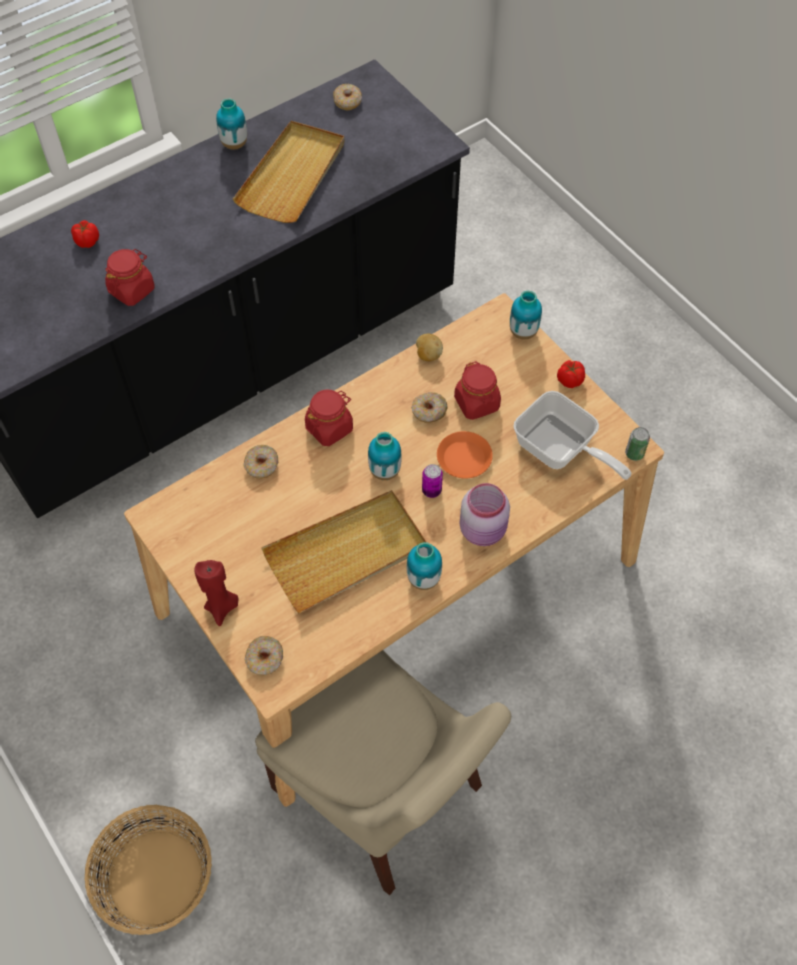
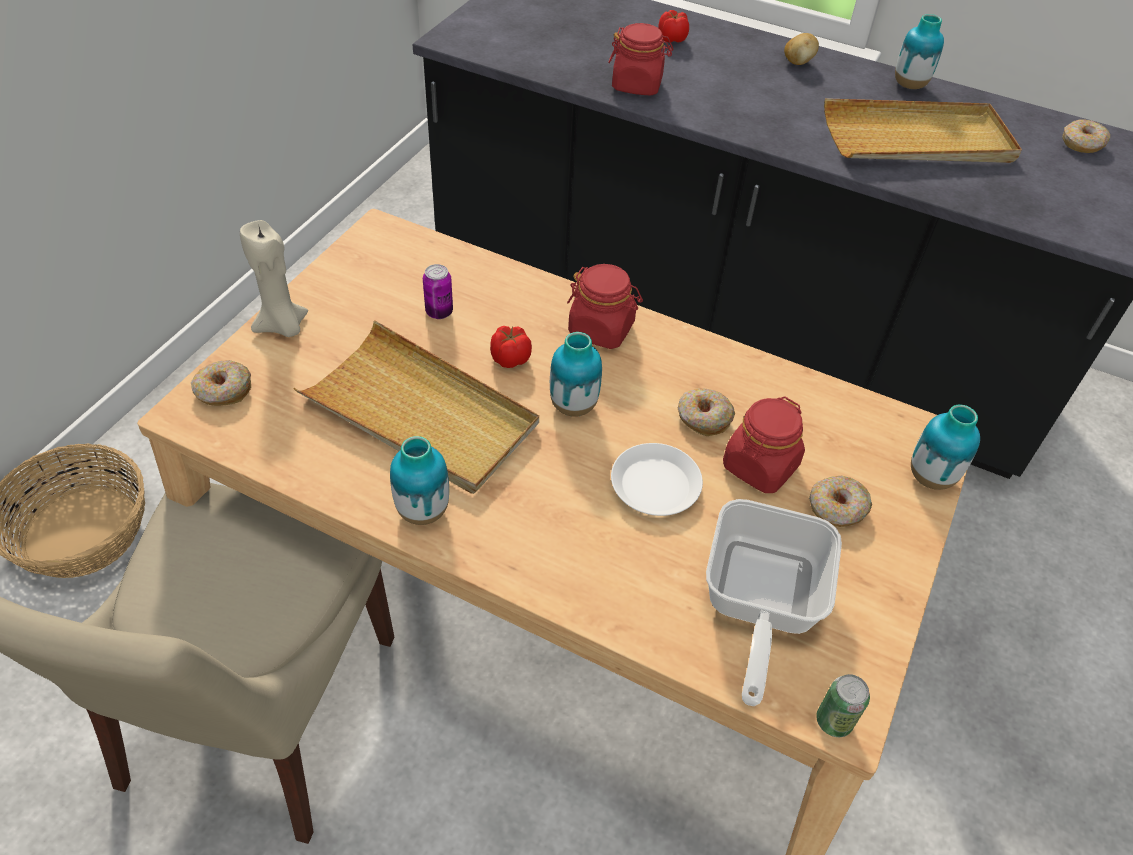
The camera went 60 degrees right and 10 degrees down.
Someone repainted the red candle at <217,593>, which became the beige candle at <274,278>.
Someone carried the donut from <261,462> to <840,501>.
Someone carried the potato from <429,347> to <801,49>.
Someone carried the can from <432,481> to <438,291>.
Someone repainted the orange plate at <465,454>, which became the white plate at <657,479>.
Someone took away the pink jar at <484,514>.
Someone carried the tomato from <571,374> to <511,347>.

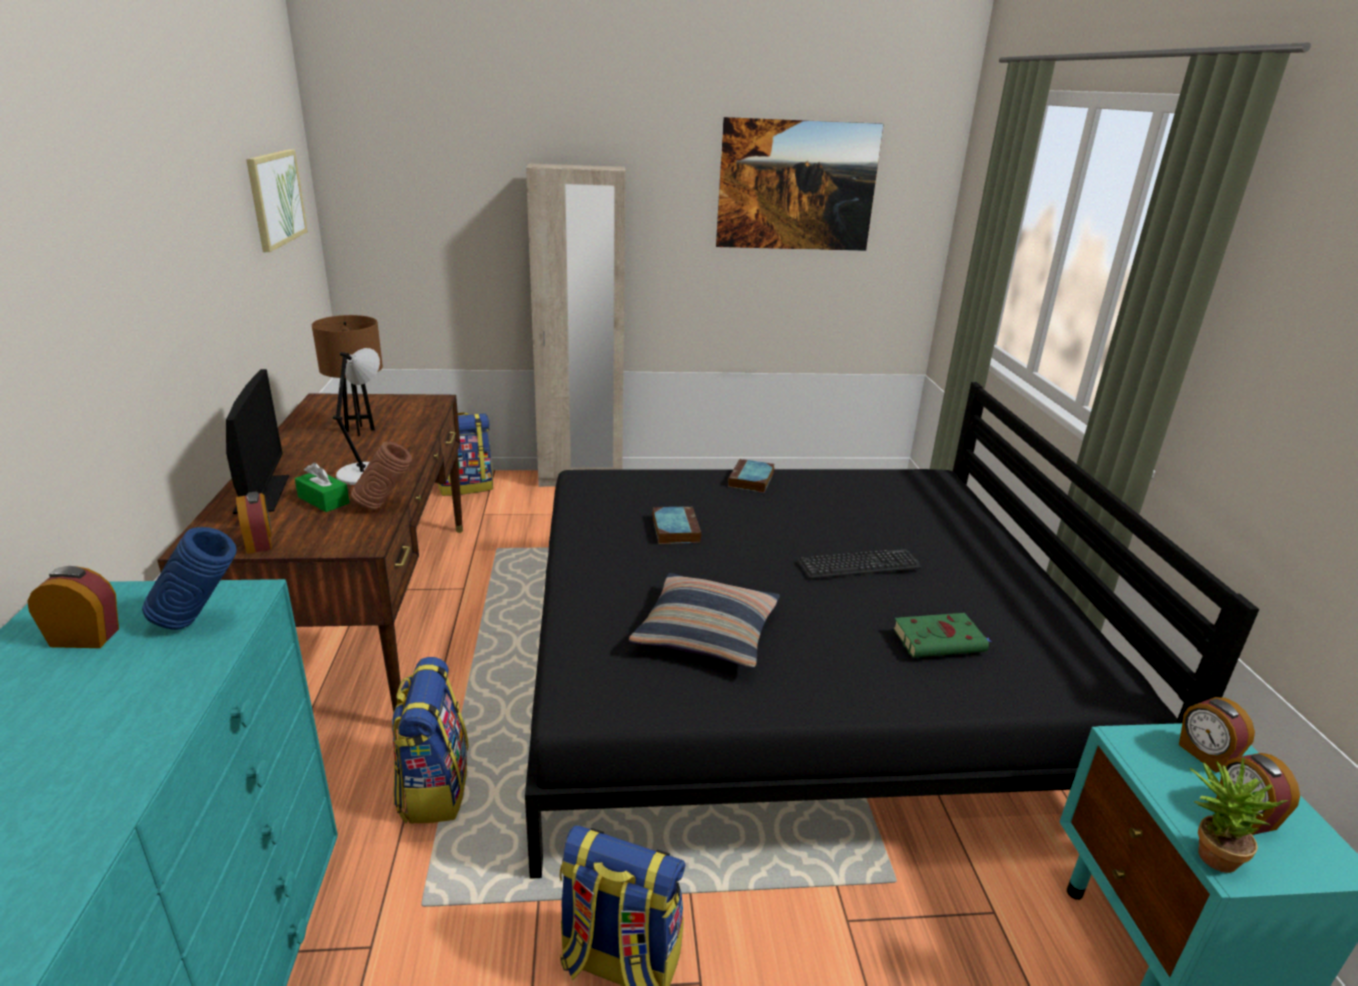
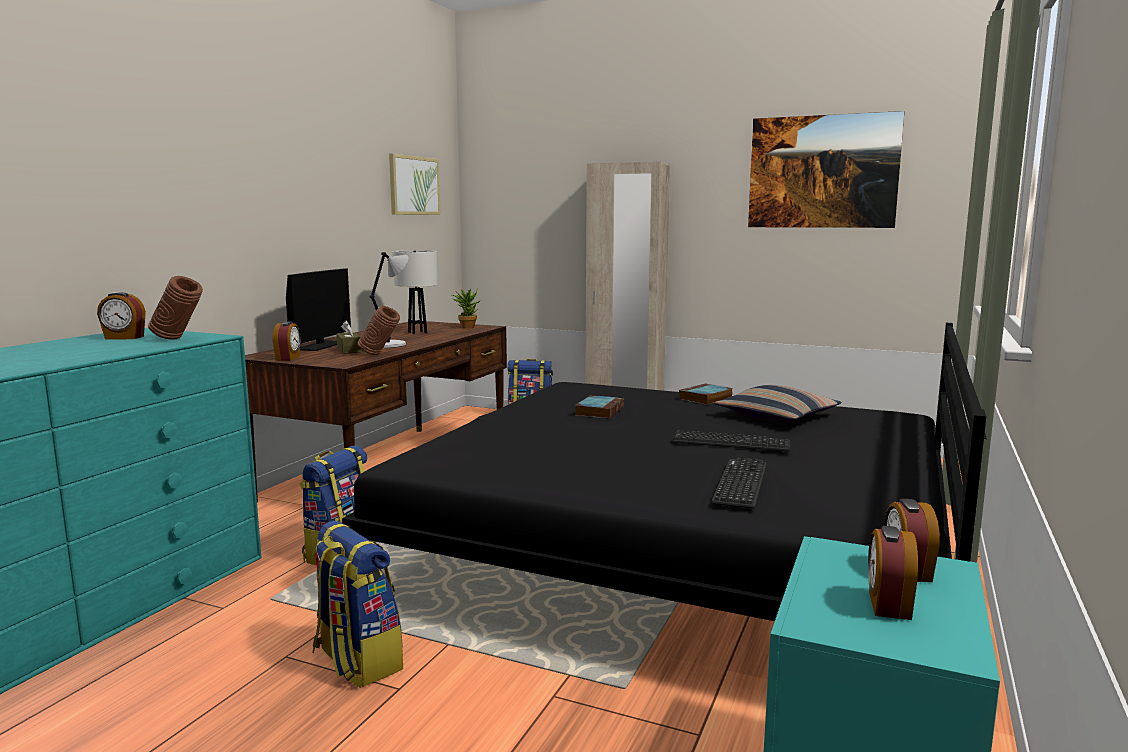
The camera went 30 degrees right and 15 degrees down.
Someone rotated the alarm clock at <73,607> by 150 degrees clockwise.
Someone repainted the blue vase at <189,578>, which became the brown vase at <175,308>.
Someone repainted the green tissue box at <322,487>, which became the brown tissue box at <349,337>.
Someone repainted the brown table lamp at <347,375>, which became the white table lamp at <415,292>.
Someone carried the pillow from <704,620> to <777,403>.
Someone swapped the green book at <942,635> for the keyboard at <739,483>.
Someone carried the potted plant from <1239,815> to <466,308>.

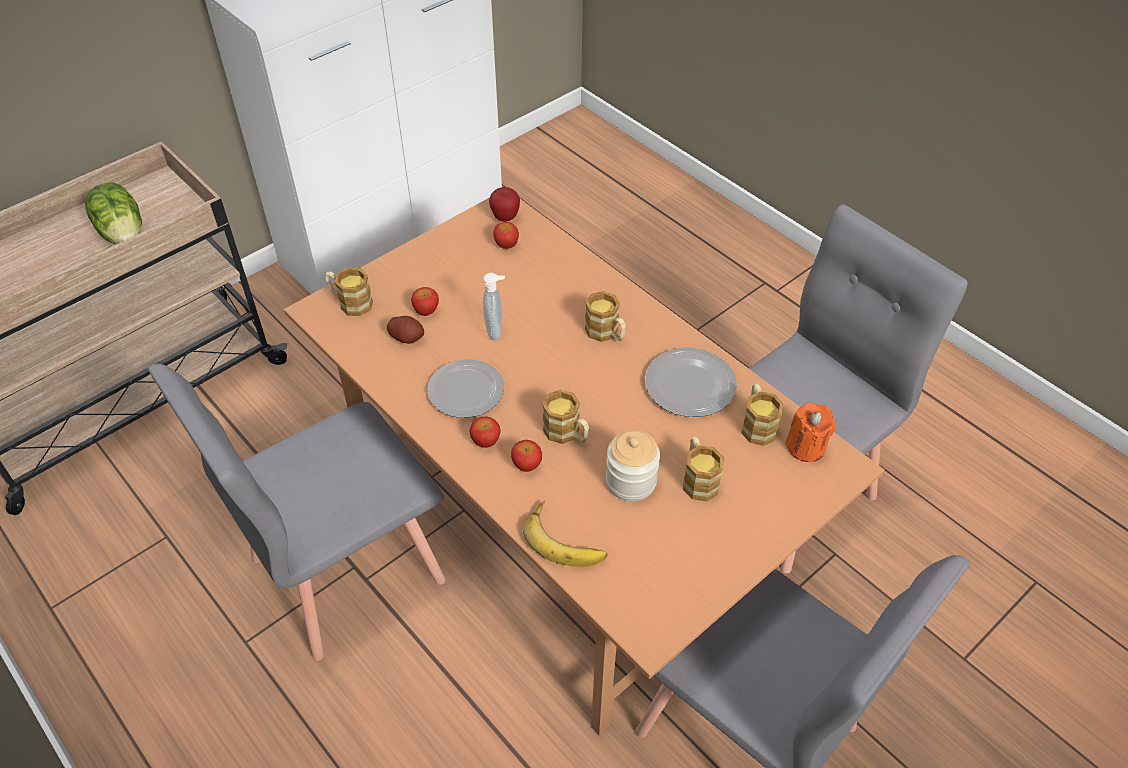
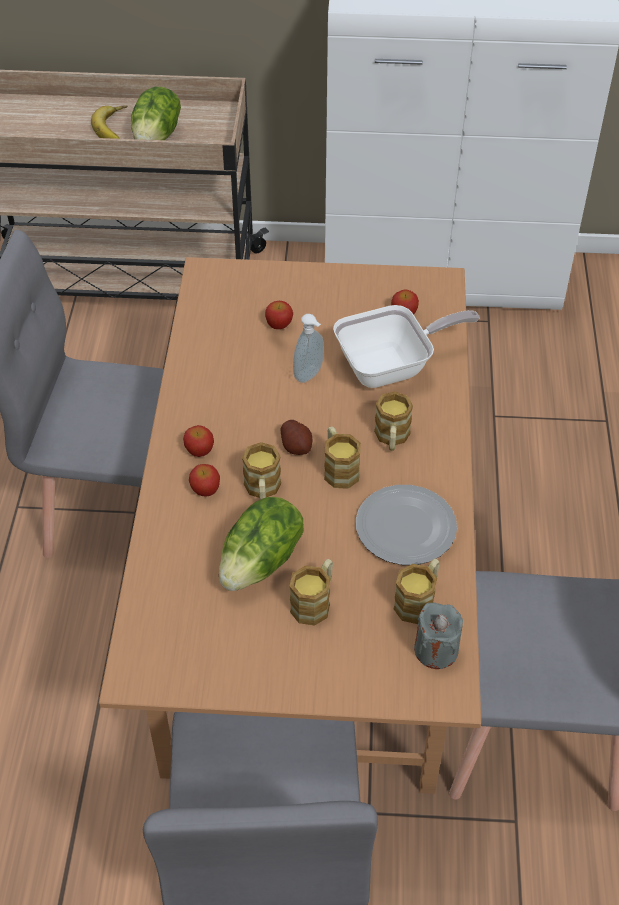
The camera went 45 degrees right and 0 degrees up.
Someone carried the mug from <349,292> to <342,457>.
Someone carried the potato from <405,330> to <296,437>.
Someone took away the plate at <465,388>.
Someone took away the apple at <504,204>.
Someone carried the banana from <565,533> to <109,122>.
Someone swapped the jar at <633,465> for the lettuce at <261,544>.
Someone repainted the orange candle at <810,432>, which became the grey candle at <438,636>.
Someone put down the frying pan at <406,346>.

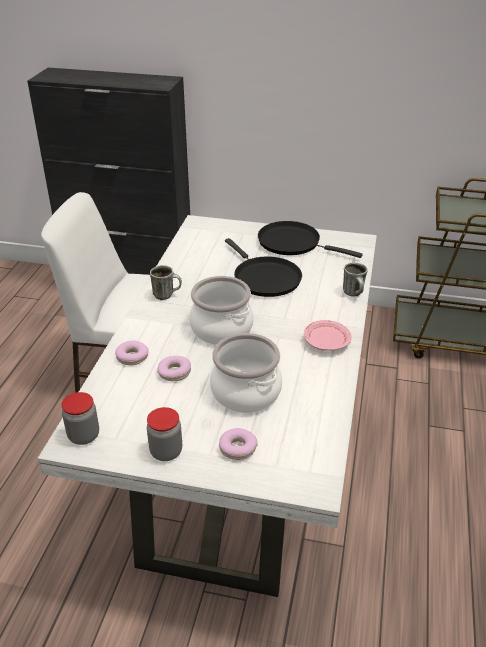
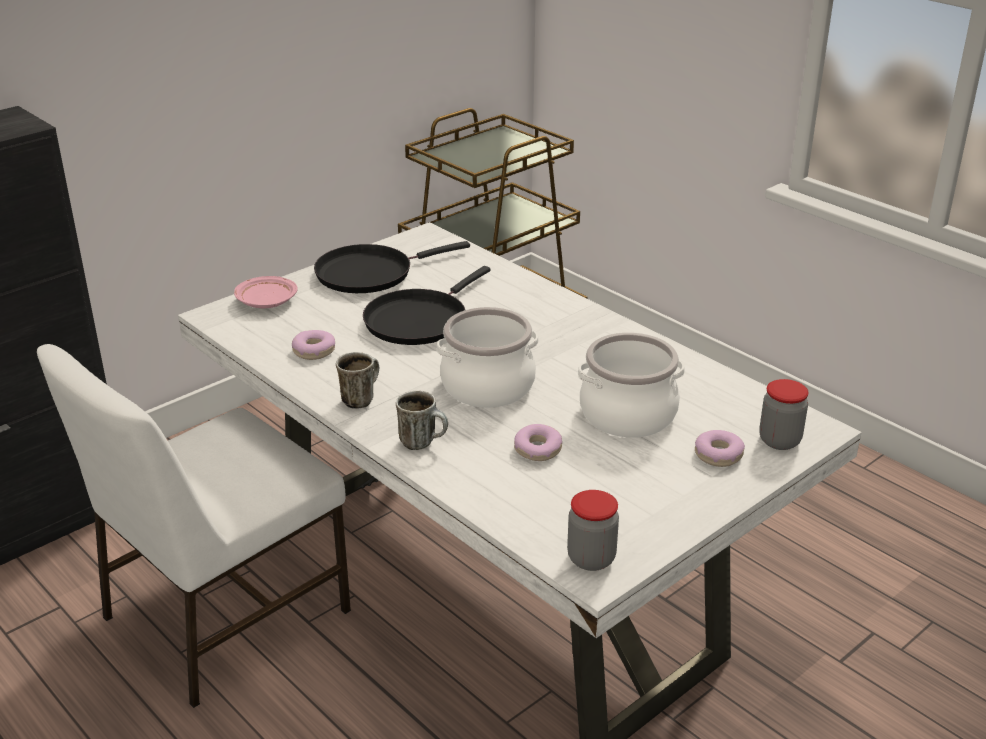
The camera went 55 degrees left and 5 degrees down.
Someone carried the donut from <132,352> to <313,345>.
Someone carried the jar from <164,434> to <784,414>.
Someone rotated the black frying pan at <263,267> by 120 degrees clockwise.
Someone carried the pink plate from <328,335> to <266,292>.
Someone carried the mug from <355,279> to <422,420>.

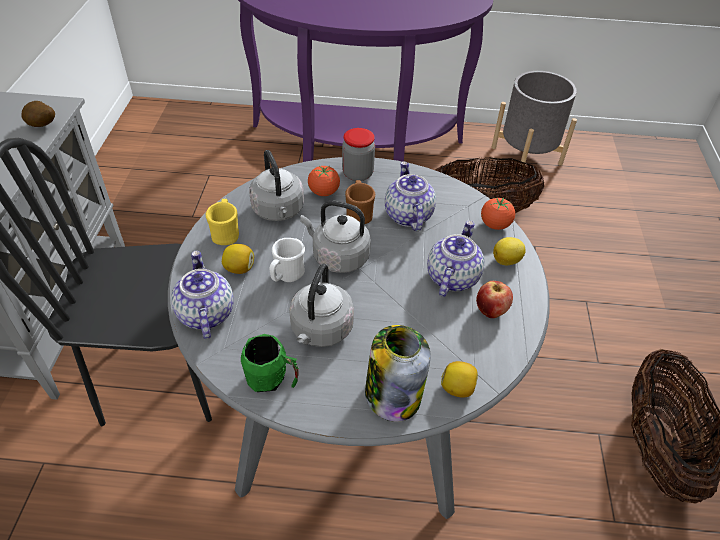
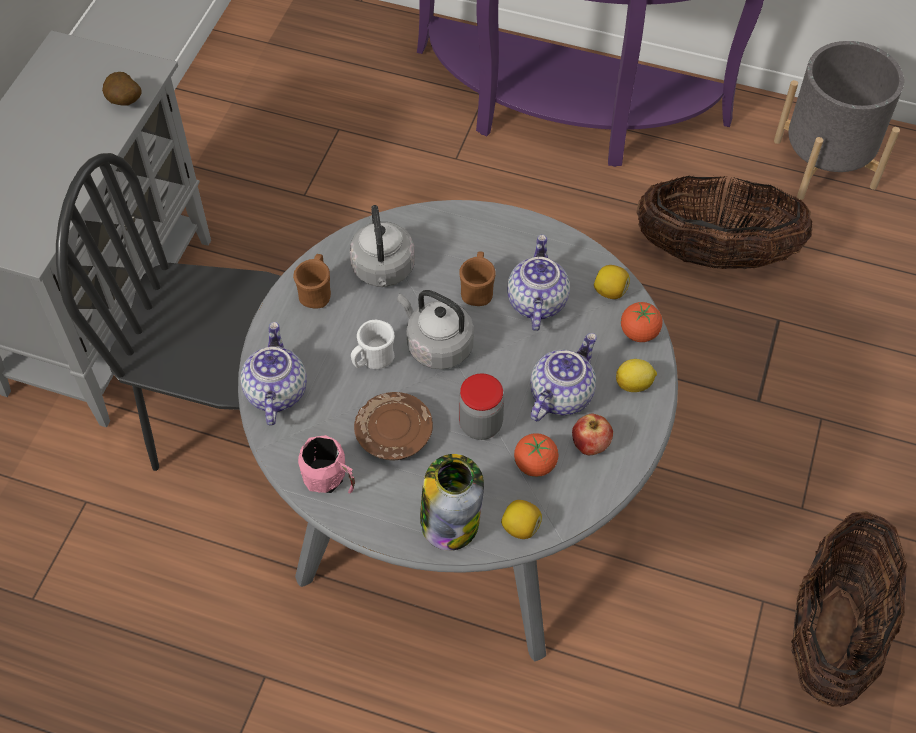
The camera went 15 degrees right and 10 degrees up.
Someone repainted the yellow mug at <222,222>, which became the brown mug at <312,281>.
Someone carried the lemon from <238,259> to <612,282>.
Someone repainted the green mug at <269,363>, which became the pink mug at <326,464>.
Someone swapped the grey kettle at <321,305> for the brown plate at <393,426>.
Someone carried the tomato from <324,181> to <536,455>.
Someone carried the jar from <358,154> to <481,407>.

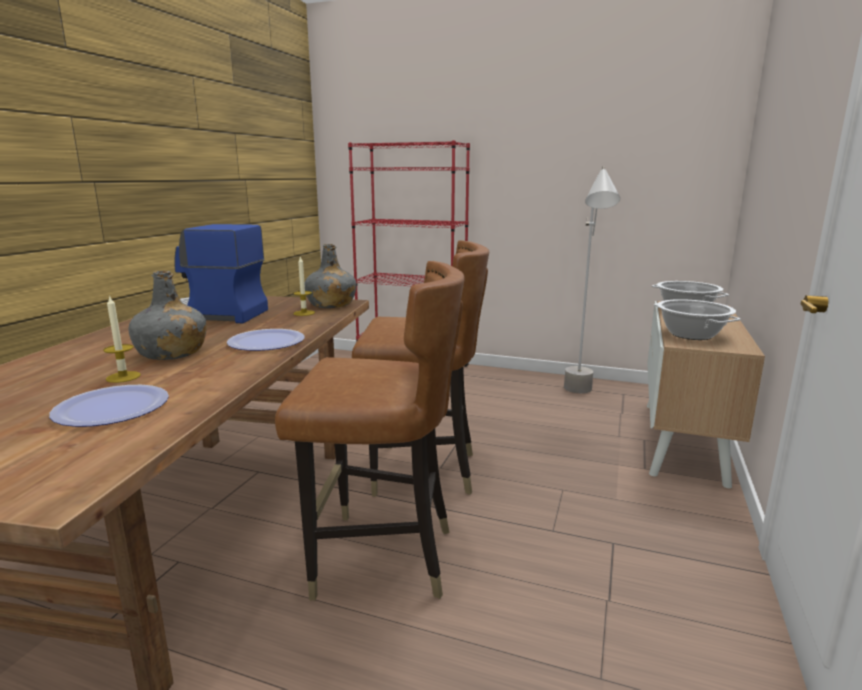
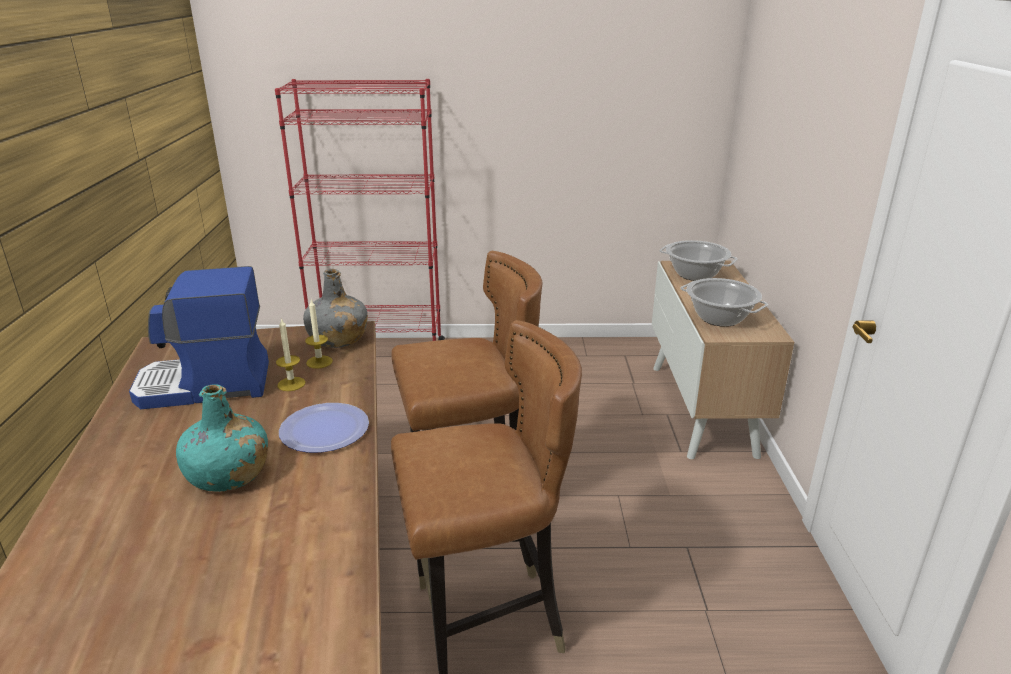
The camera went 20 degrees left and 10 degrees up.
Someone took away the plate at <109,406>.
Someone carried the candle from <122,339> to <290,354>.
Someone repainted the grey bottle at <168,315>, which became the turquoise bottle at <222,438>.
Someone took away the grey floor lamp at <592,279>.

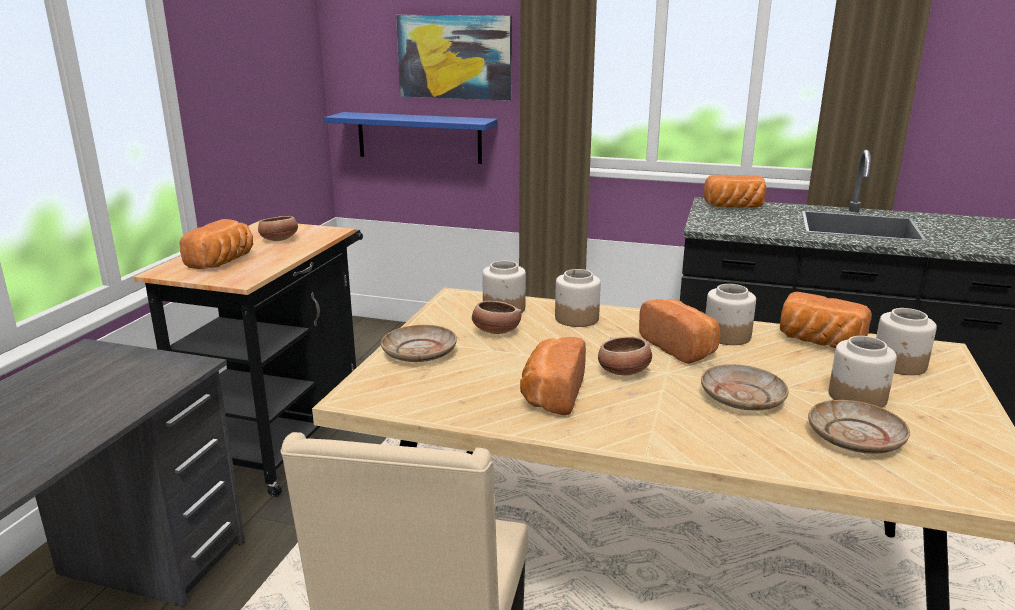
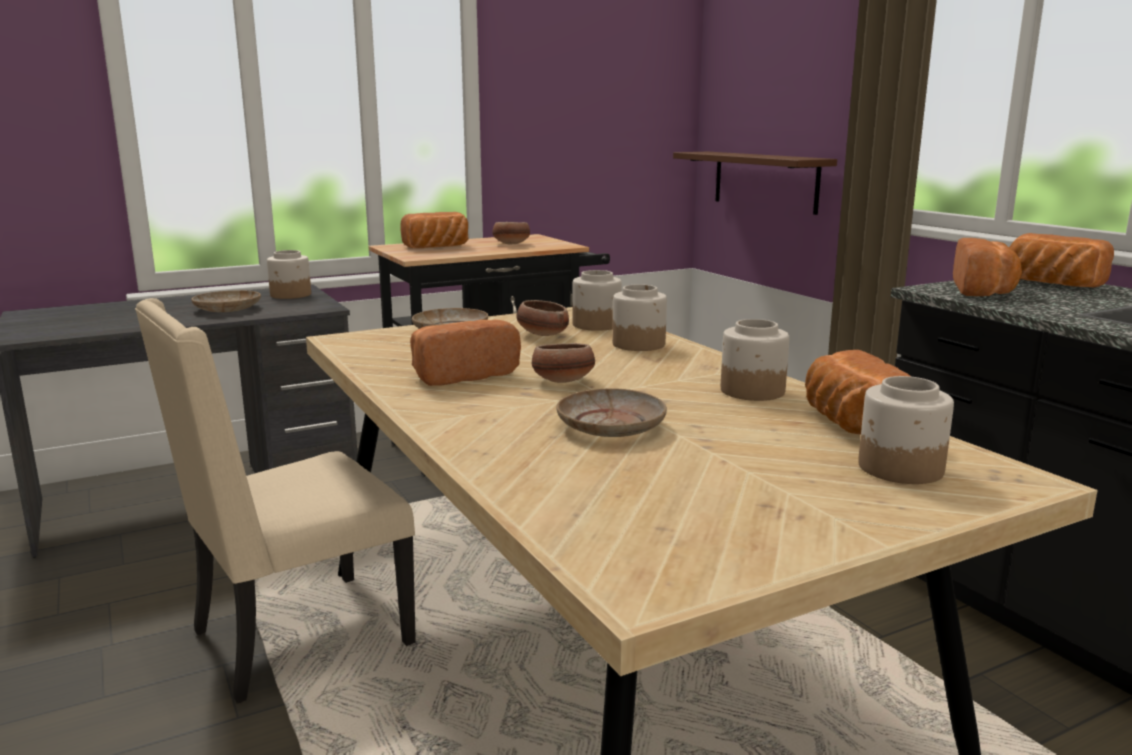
The camera went 45 degrees right and 5 degrees down.
Someone repainted the blue shelf at <411,138>, which became the brown shelf at <755,183>.
Someone took away the picture at <454,58>.
Someone carried the bread from <679,331> to <987,267>.
Someone carried the beige plate from <859,427> to <226,301>.
Someone carried the jar from <863,372> to <289,274>.

